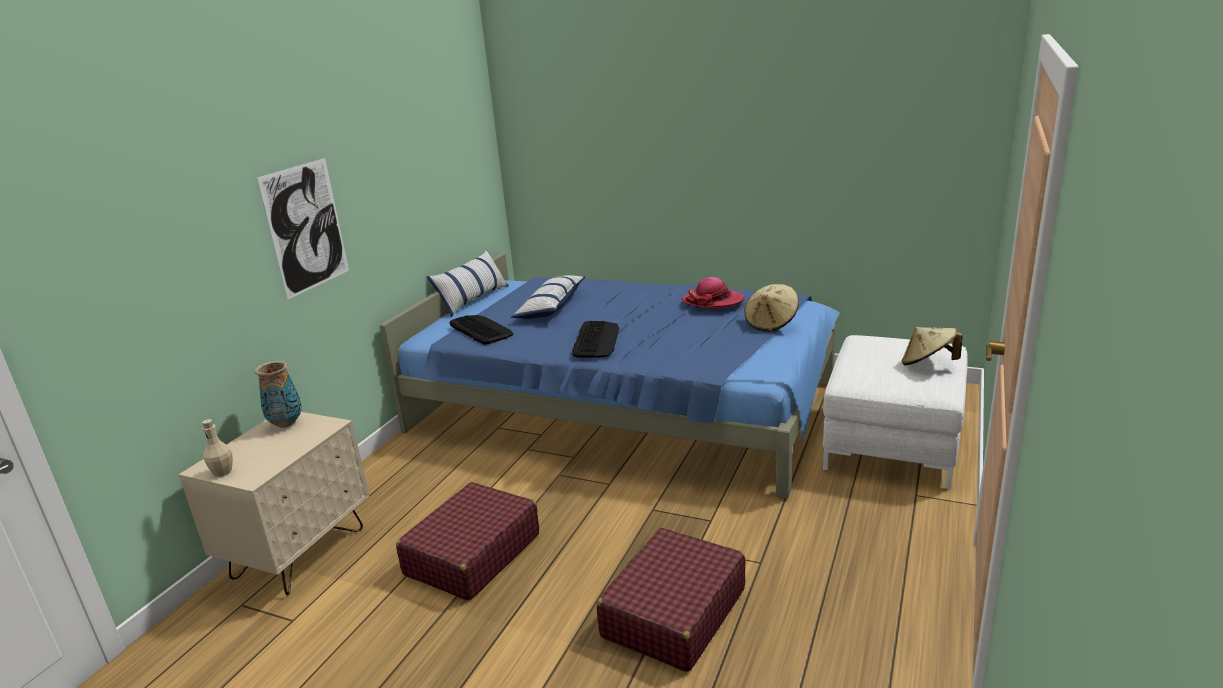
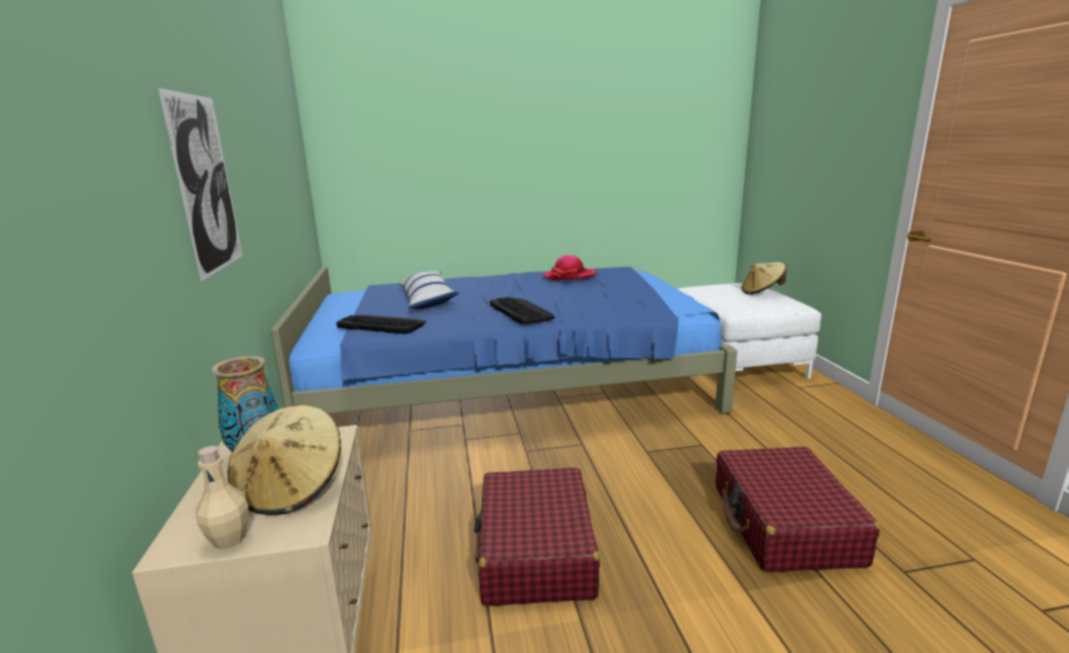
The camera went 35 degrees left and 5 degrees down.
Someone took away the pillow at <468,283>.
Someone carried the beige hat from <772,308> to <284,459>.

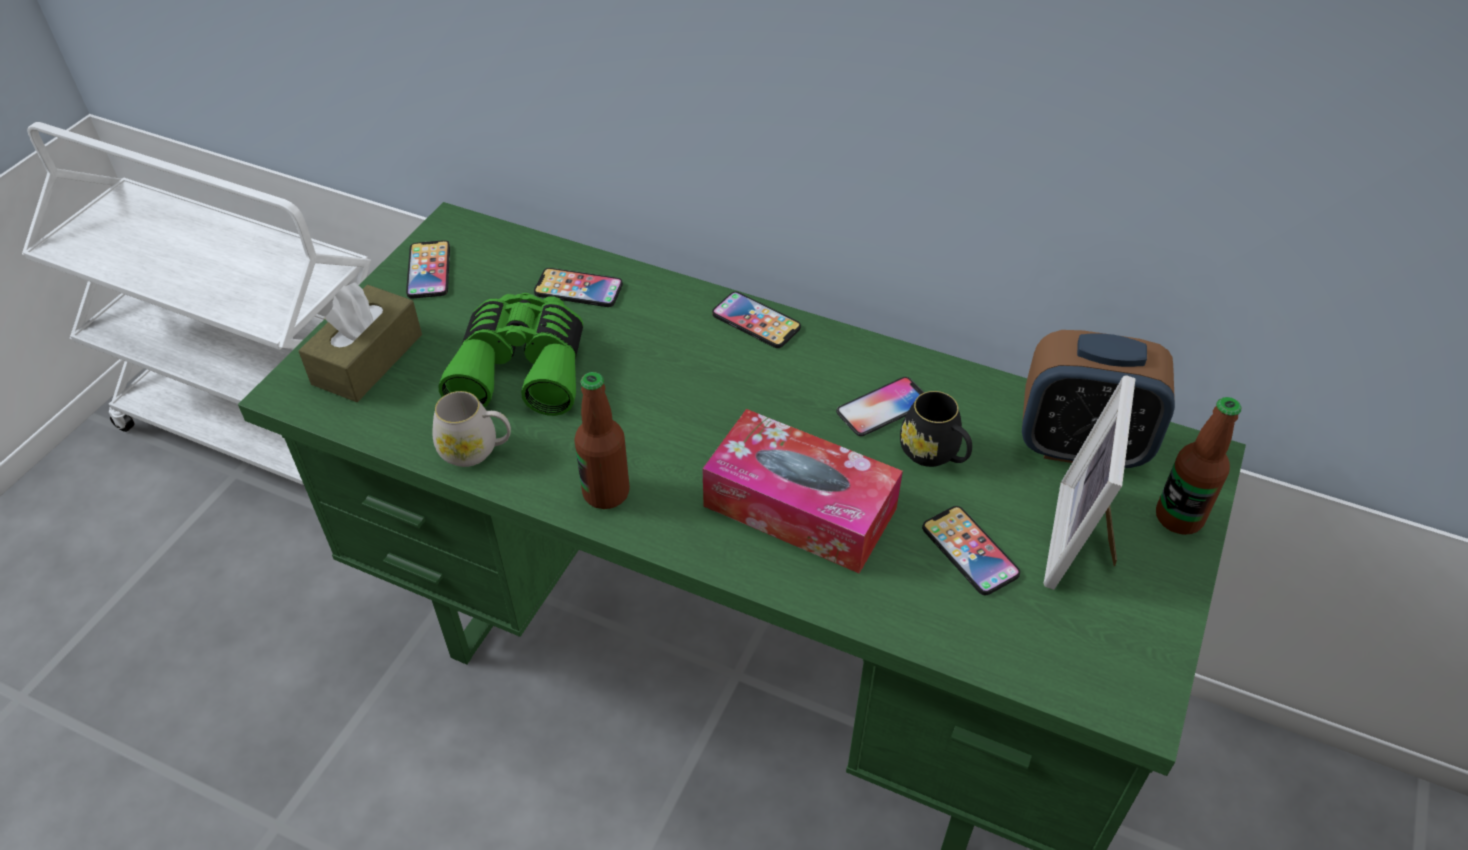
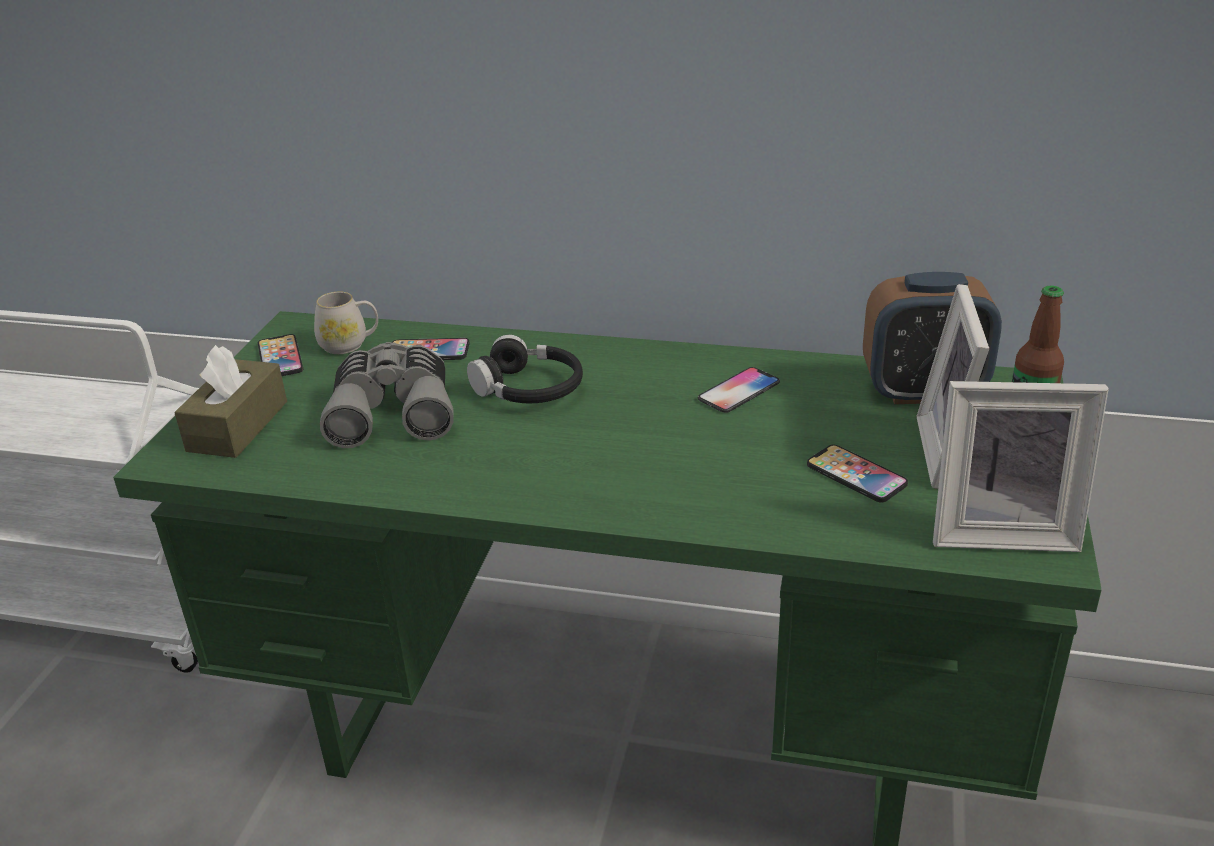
The camera went 10 degrees left and 15 degrees down.
Someone carried the white mug from <471,429> to <346,322>.
Someone repainted the green binoculars at <511,354>, which became the grey binoculars at <387,395>.
Someone took away the bottle at <602,440>.
Someone took away the tissue box at <802,491>.
Someone took away the phone at <756,320>.
Someone took away the black mug at <936,429>.
Someone put down the black headphones at <525,369>.
Someone put down the picture frame at <1021,466>.

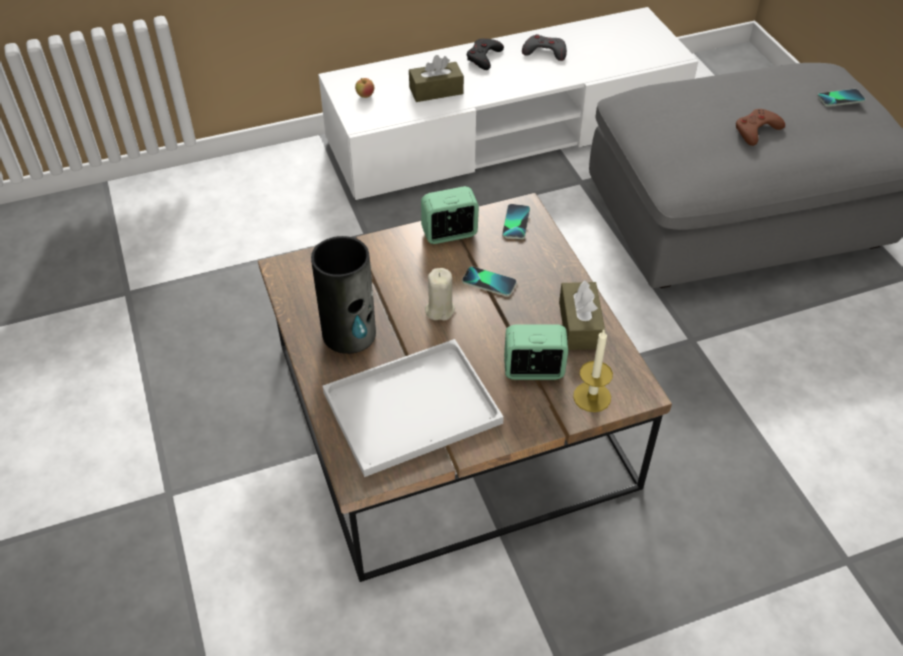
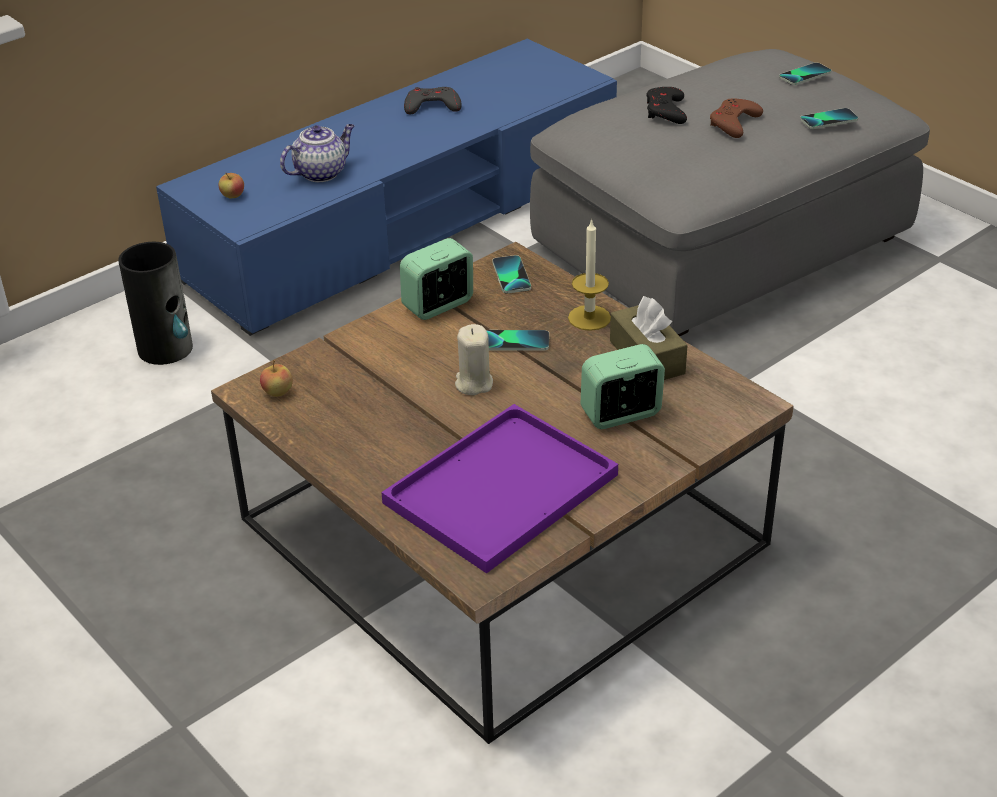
The camera went 20 degrees left and 10 degrees down.
Someone carried the vase from <343,295> to <155,303>.
Someone repainted the white tv stand at <508,104>, which became the blue tv stand at <386,187>.
Someone repainted the white tray at <413,408>, which became the purple tray at <499,489>.
Someone swapped the brown tissue box at <436,78> for the teapot at <317,153>.
Someone carried the black game controller from <485,54> to <666,105>.
Someone carried the candle from <593,371> to <589,274>.
Someone put down the apple at <276,378>.
Someone put down the phone at <829,118>.

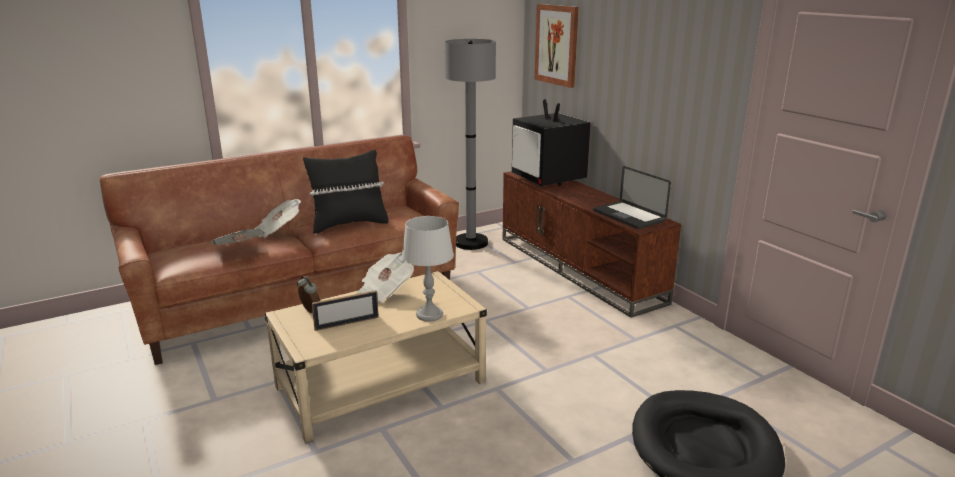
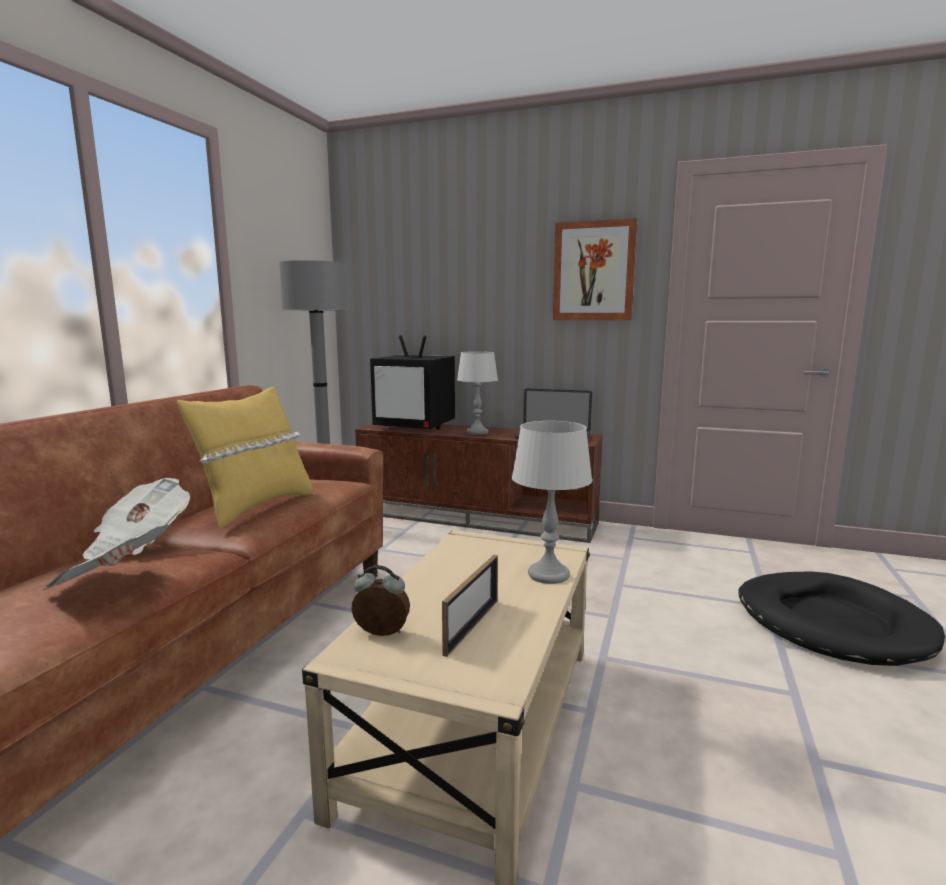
The camera went 40 degrees left and 10 degrees down.
Someone repainted the black pillow at <345,192>, which became the yellow pillow at <245,458>.
Someone took away the newspaper at <385,277>.
Someone carried the picture from <557,46> to <595,269>.
Someone put down the grey table lamp at <477,393>.

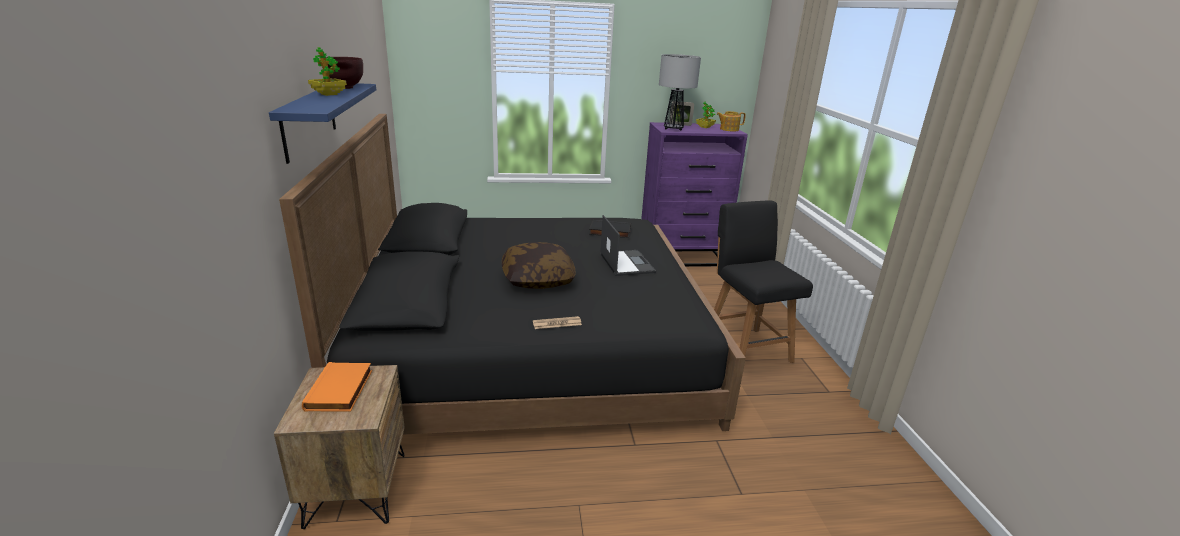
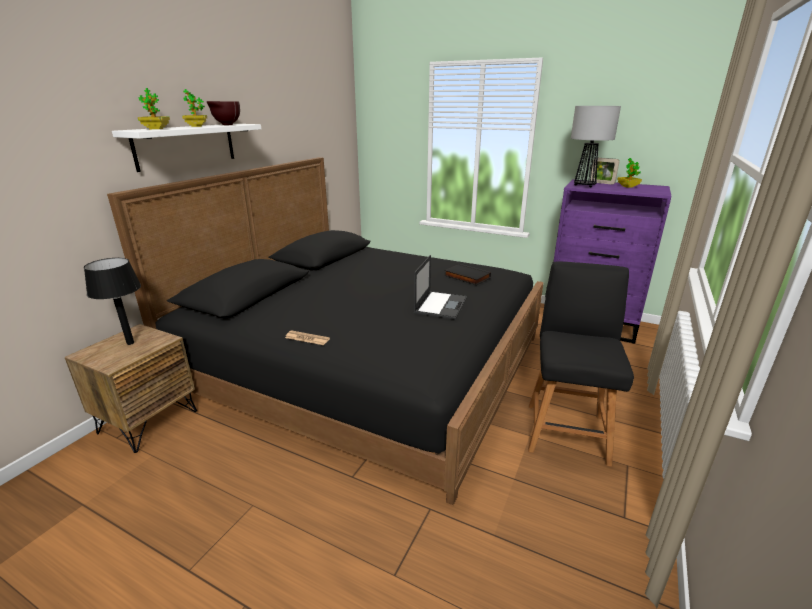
The camera went 35 degrees right and 0 degrees up.
Someone repainted the blue shelf at <322,123>, which became the white shelf at <186,148>.
Someone swapped the orange book at <337,387> for the black table lamp at <112,301>.
Someone took away the pillow at <539,265>.
Someone took away the teapot at <731,121>.
Someone put down the potted plant at <154,108>.

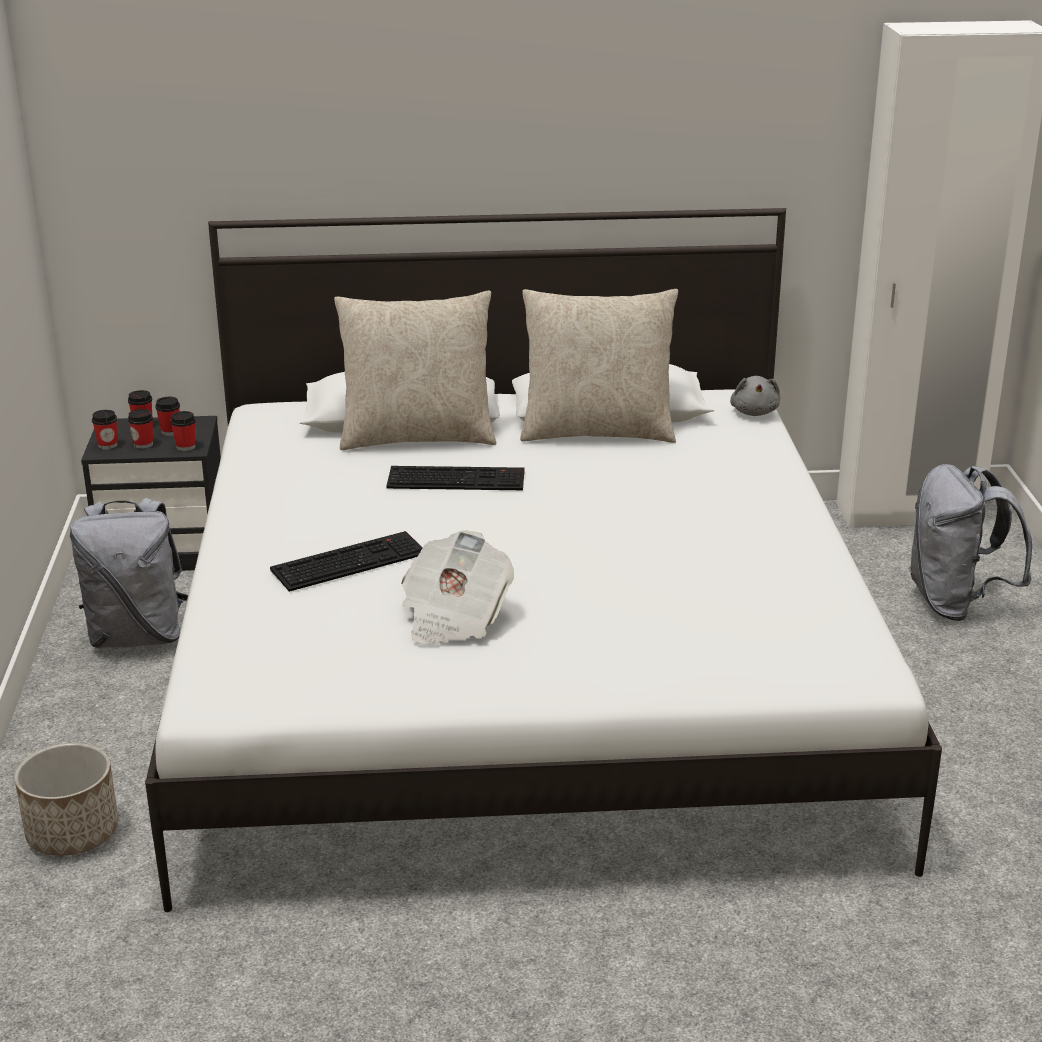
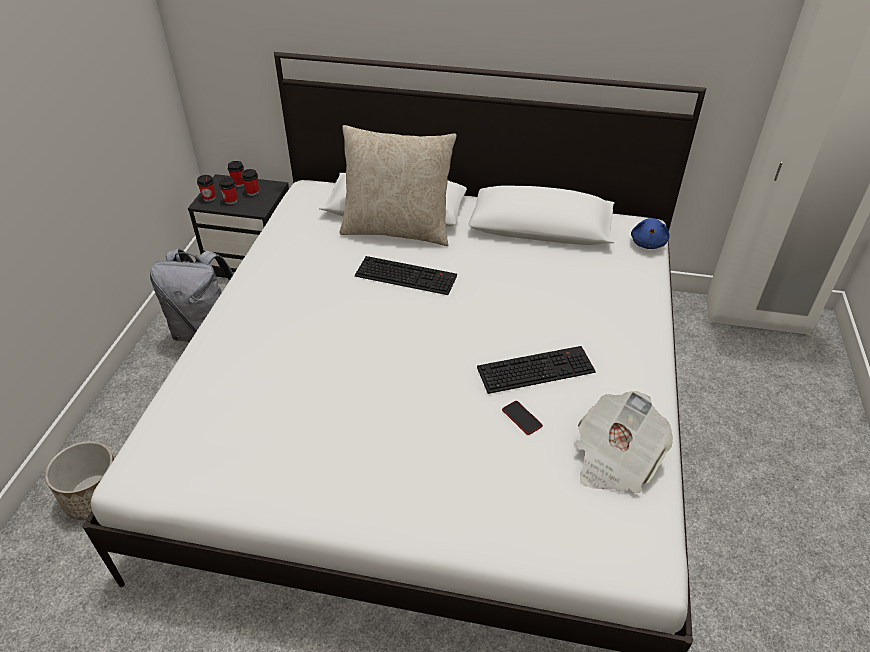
The camera went 15 degrees right and 15 degrees up.
Someone took away the cup at <183,431>.
Someone carried the keyboard from <346,561> to <536,370>.
Someone carried the newspaper from <457,587> to <624,442>.
Someone took away the beige pillow at <599,366>.
Someone repainted the grey plush toy at <755,396>, which became the blue plush toy at <650,233>.
Someone took away the grey backpack at <970,542>.
Someone put down the phone at <522,418>.

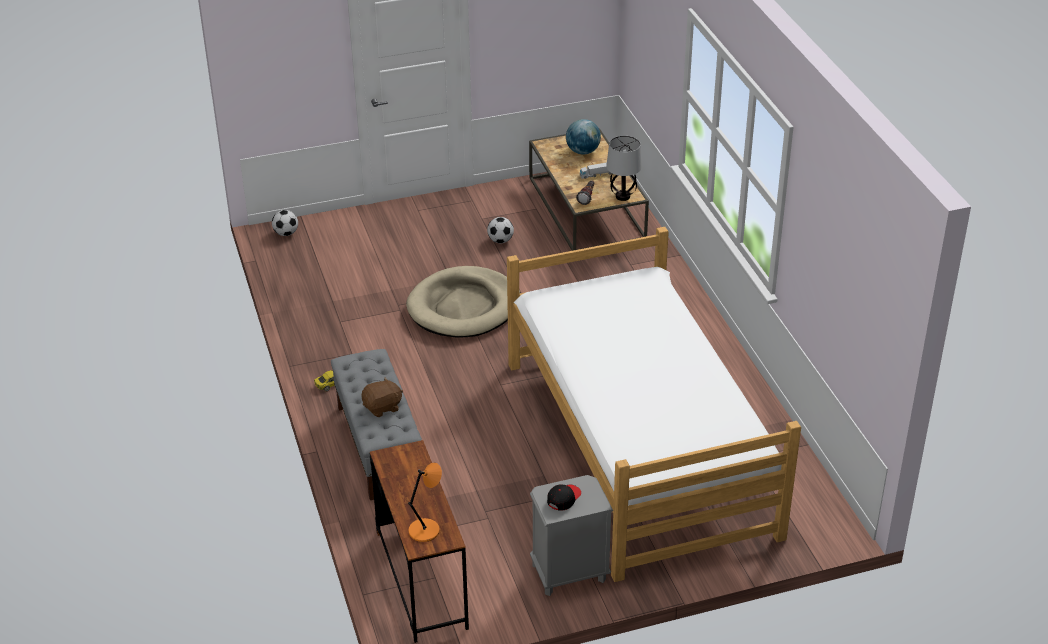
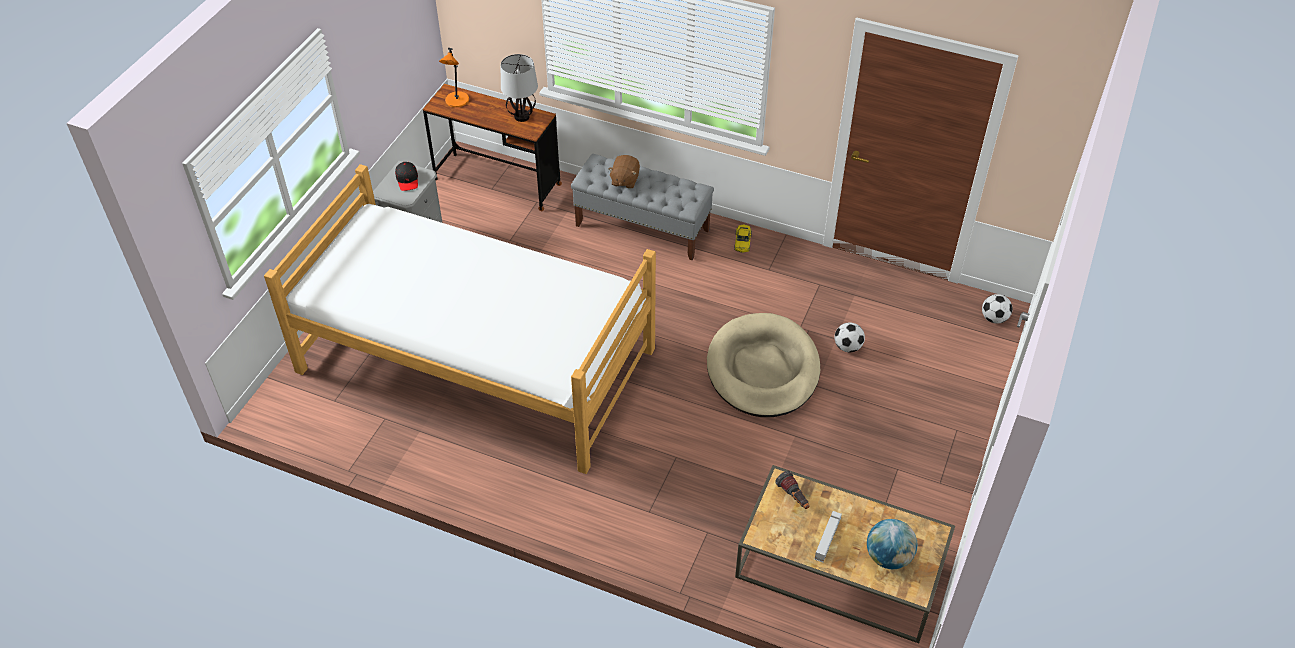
The camera went 130 degrees right and 10 degrees up.
Someone carried the football from <500,230> to <850,337>.
Someone carried the table lamp from <624,168> to <519,88>.

